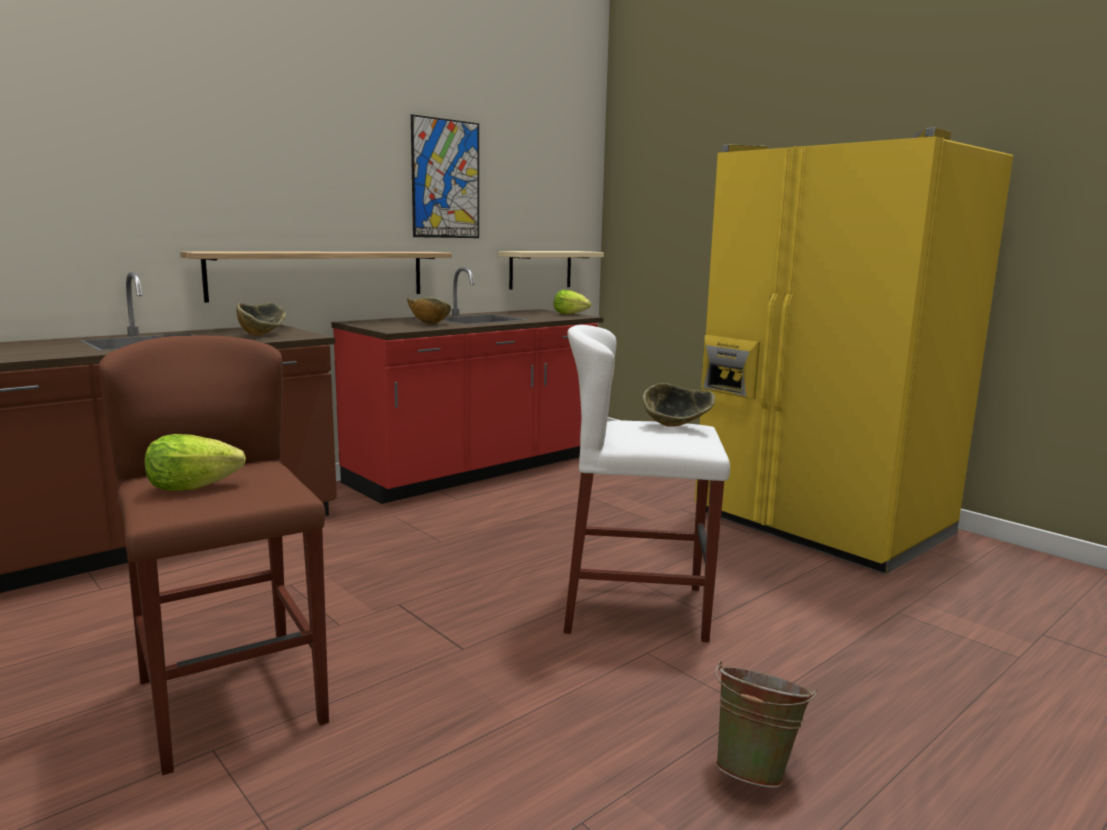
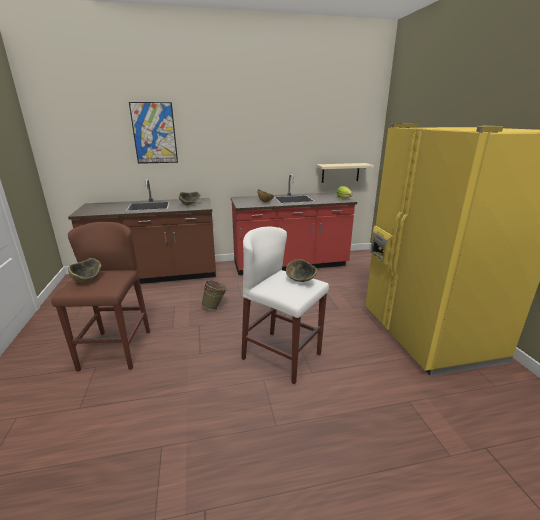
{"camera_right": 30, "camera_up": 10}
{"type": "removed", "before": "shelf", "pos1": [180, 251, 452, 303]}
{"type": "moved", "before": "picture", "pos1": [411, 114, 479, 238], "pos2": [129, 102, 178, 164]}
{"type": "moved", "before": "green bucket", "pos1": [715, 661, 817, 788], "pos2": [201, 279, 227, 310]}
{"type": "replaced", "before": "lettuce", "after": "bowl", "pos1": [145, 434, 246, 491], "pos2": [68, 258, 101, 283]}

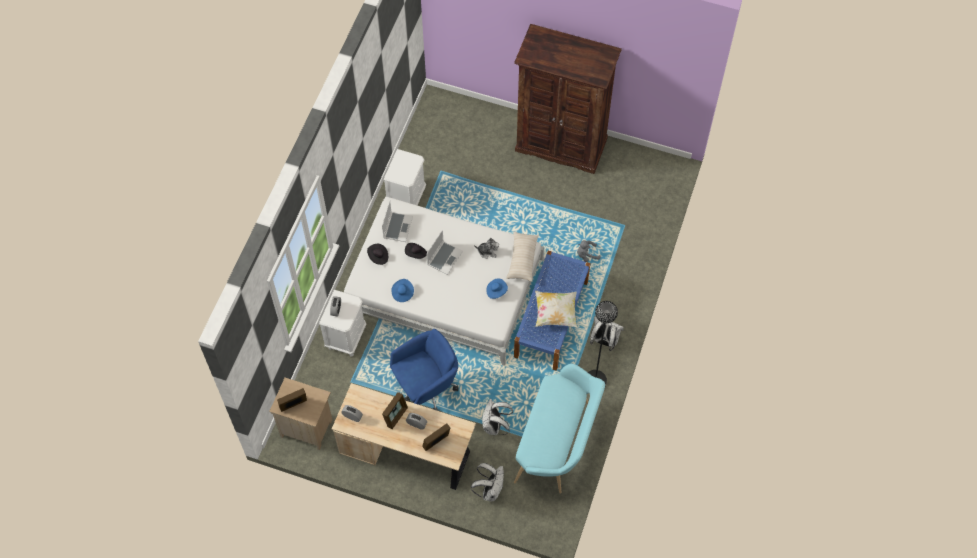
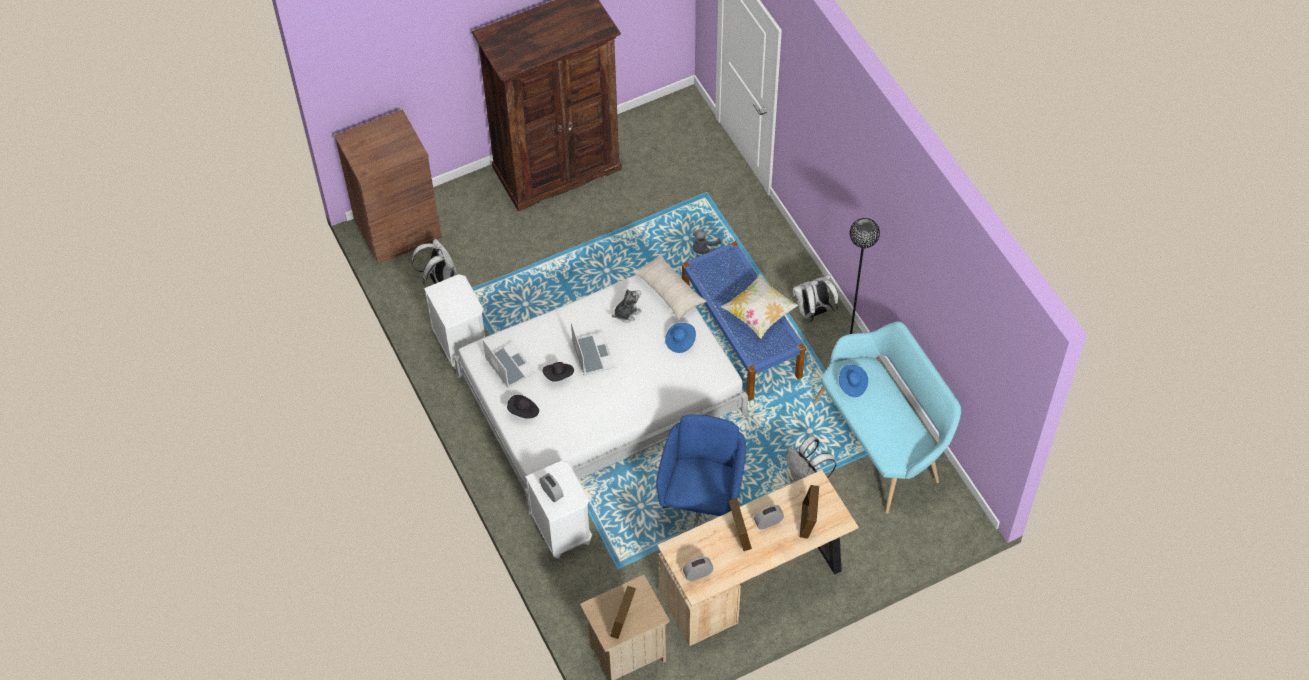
{"camera_right": -45, "camera_up": -5}
{"type": "added", "after": "brown dresser", "pos2": [334, 109, 442, 264]}
{"type": "moved", "before": "blue hat", "pos1": [391, 279, 414, 302], "pos2": [839, 365, 868, 397]}
{"type": "moved", "before": "white backpack", "pos1": [471, 463, 504, 501], "pos2": [412, 239, 457, 285]}

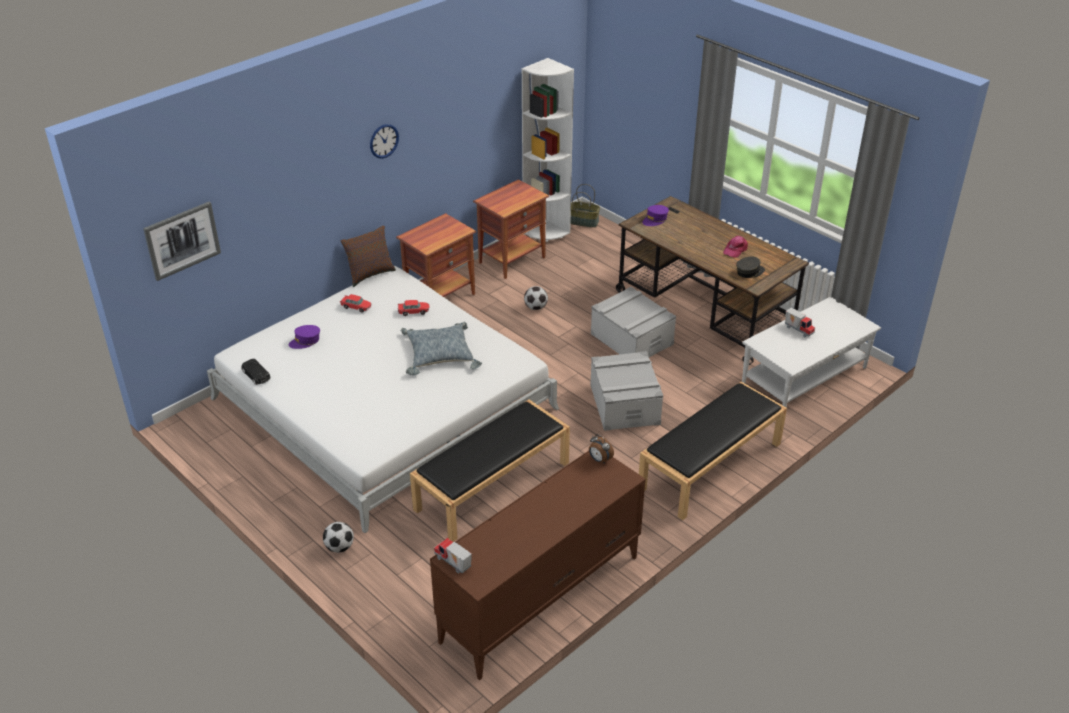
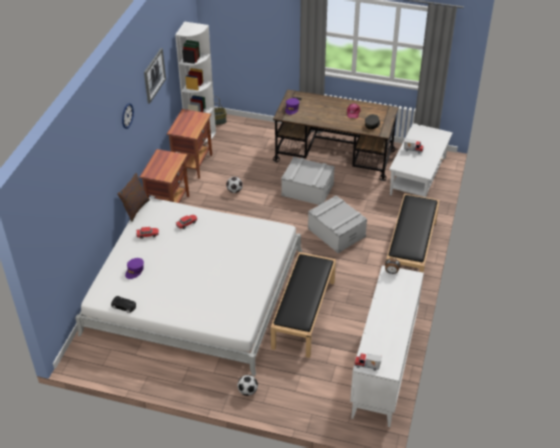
{"camera_right": -30, "camera_up": 5}
{"type": "removed", "before": "pillow", "pos1": [401, 321, 482, 376]}
{"type": "moved", "before": "picture", "pos1": [143, 201, 221, 281], "pos2": [144, 48, 166, 104]}
{"type": "recoloured", "before": "brown dresser", "after": "white dresser", "pos1": [430, 451, 646, 680], "pos2": [350, 265, 424, 427]}

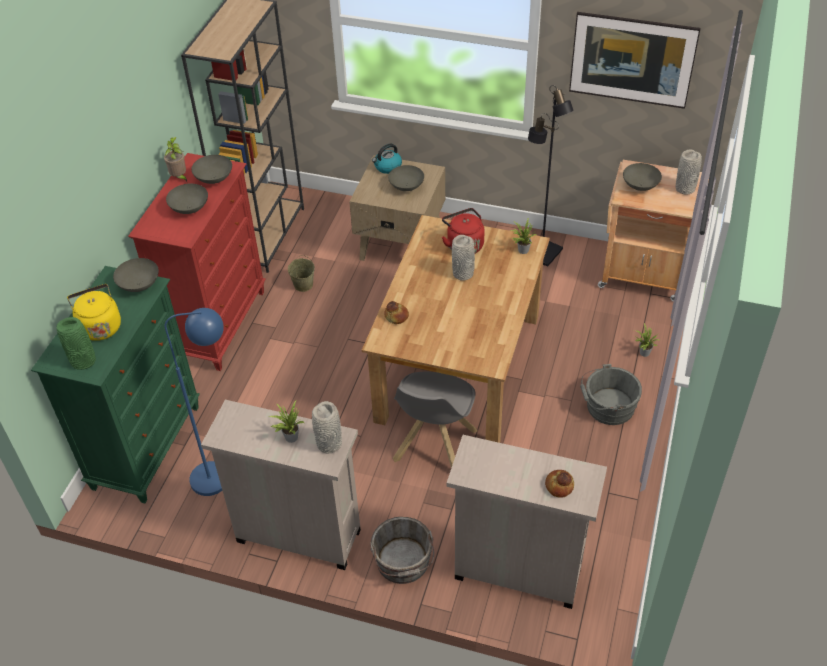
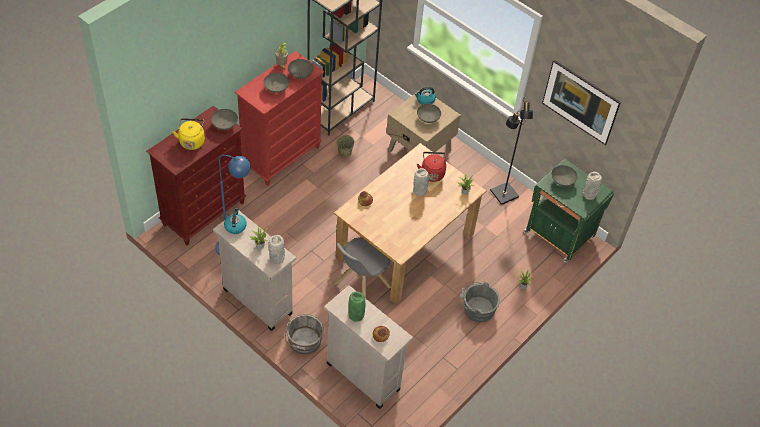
{"camera_right": 20, "camera_up": 5}
{"type": "added", "after": "kettle", "pos2": [224, 208, 246, 234]}
{"type": "moved", "before": "green vase", "pos1": [56, 317, 96, 370], "pos2": [349, 292, 366, 322]}
{"type": "recoloured", "before": "green dresser", "after": "red dresser", "pos1": [31, 266, 200, 503], "pos2": [146, 106, 246, 246]}
{"type": "recoloured", "before": "brown cart", "after": "green cart", "pos1": [598, 160, 709, 302], "pos2": [524, 159, 614, 264]}

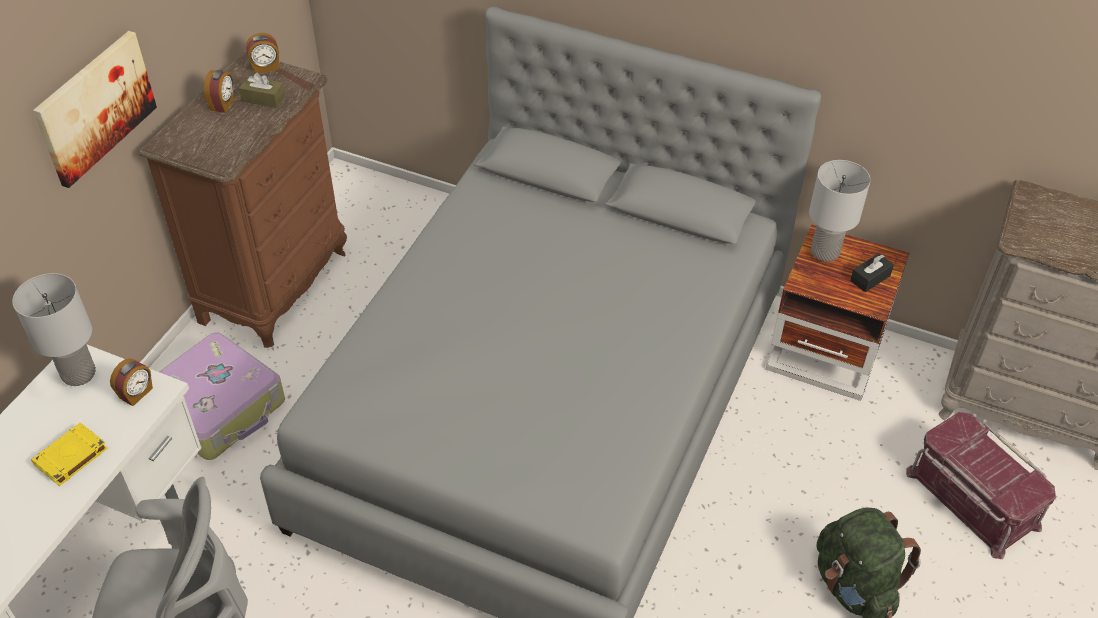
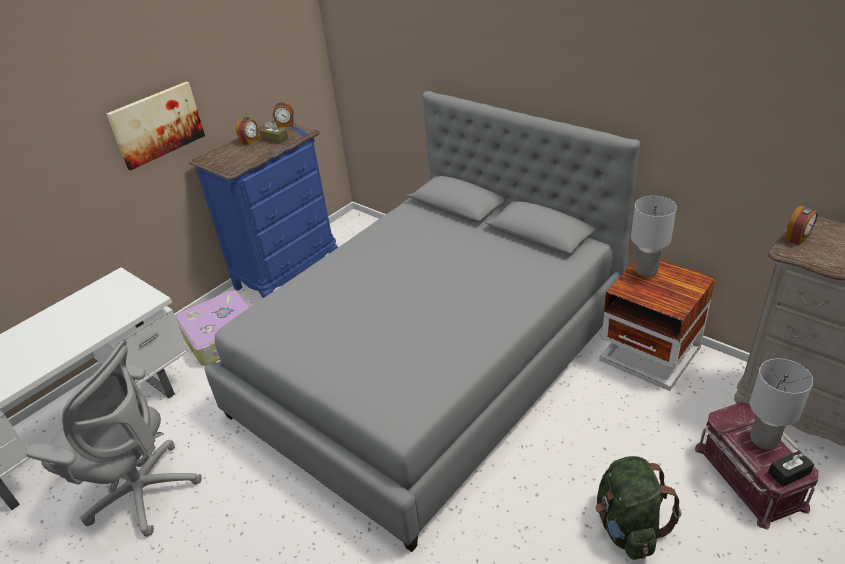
{"camera_right": 20, "camera_up": -10}
{"type": "removed", "before": "yellow book", "pos1": [31, 423, 108, 486]}
{"type": "moved", "before": "grey table lamp", "pos1": [12, 273, 96, 386], "pos2": [750, 359, 813, 449]}
{"type": "moved", "before": "alarm clock", "pos1": [110, 358, 153, 406], "pos2": [785, 205, 818, 245]}
{"type": "moved", "before": "black tissue box", "pos1": [850, 253, 894, 292], "pos2": [768, 451, 814, 487]}
{"type": "recoloured", "before": "brown dresser", "after": "blue dresser", "pos1": [139, 52, 347, 348], "pos2": [189, 120, 338, 298]}

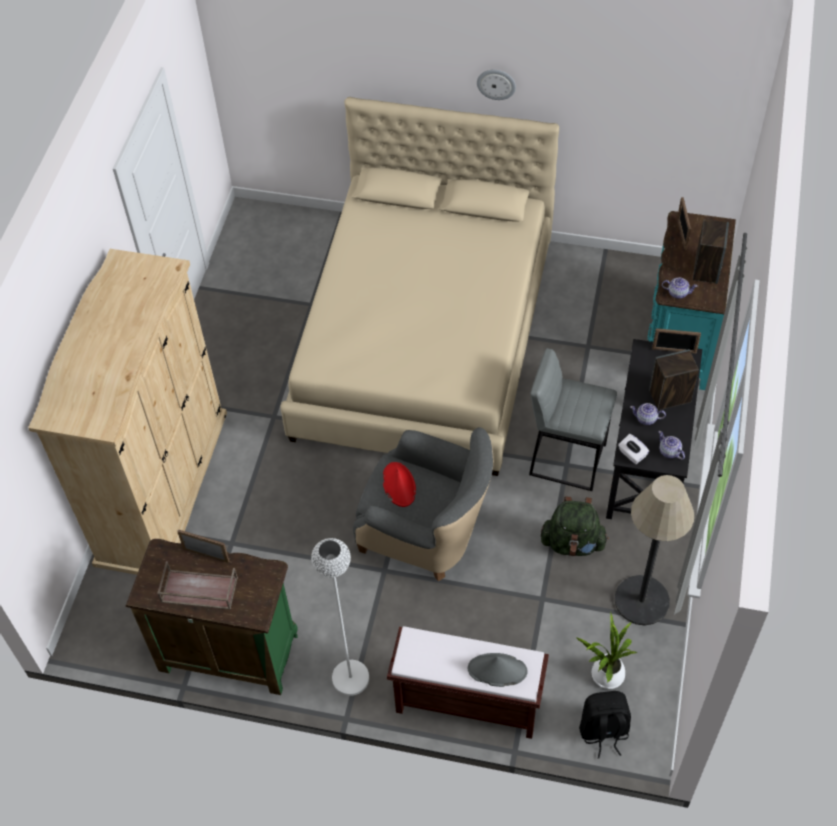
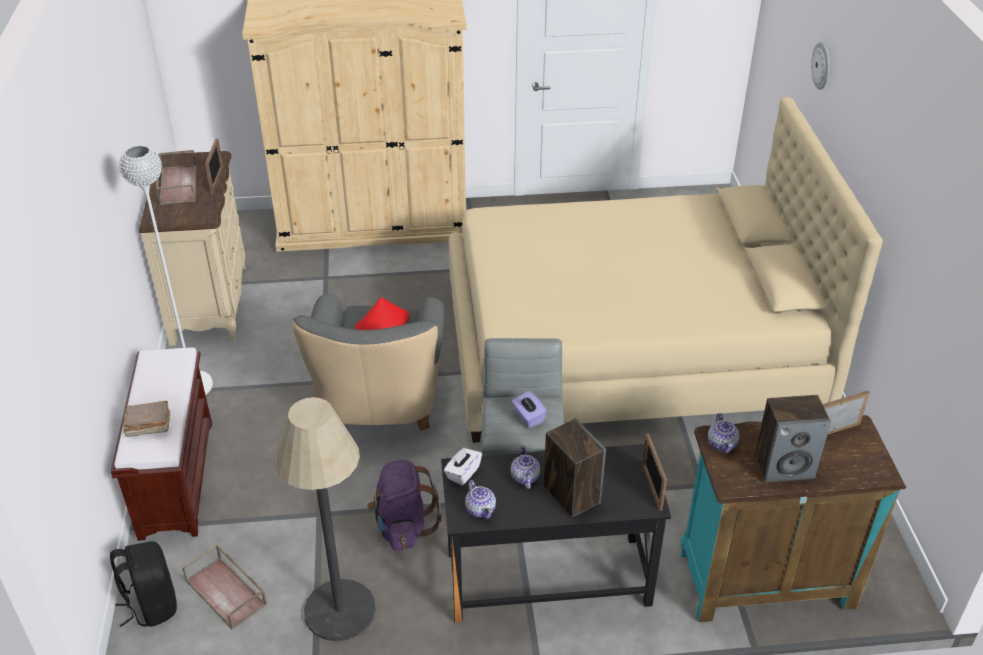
{"camera_right": 70, "camera_up": -15}
{"type": "added", "after": "purple tissue box", "pos2": [512, 391, 547, 428]}
{"type": "moved", "before": "wall clock", "pos1": [477, 70, 516, 100], "pos2": [811, 42, 829, 90]}
{"type": "replaced", "before": "grey hat", "after": "brown book", "pos1": [468, 653, 528, 687], "pos2": [123, 401, 170, 437]}
{"type": "replaced", "before": "potted plant", "after": "brown tray", "pos1": [577, 613, 638, 689], "pos2": [182, 544, 267, 630]}
{"type": "recoloured", "before": "green dresser", "after": "beige dresser", "pos1": [126, 539, 298, 695], "pos2": [139, 151, 246, 346]}
{"type": "recoloured", "before": "green backpack", "after": "purple backpack", "pos1": [541, 497, 609, 556], "pos2": [367, 460, 441, 551]}
{"type": "turned", "before": "teapot", "pos1": [658, 431, 685, 460], "pos2": [465, 480, 496, 519], "turn": 120}

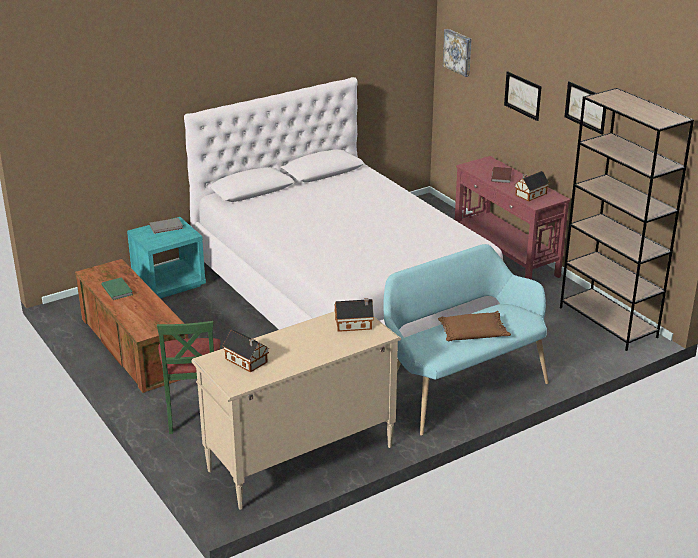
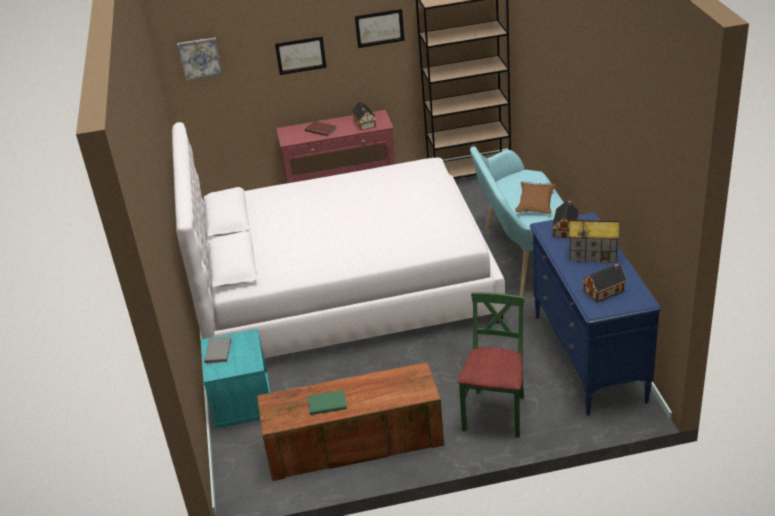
{"camera_right": -65, "camera_up": 5}
{"type": "added", "after": "toy house", "pos2": [569, 219, 620, 263]}
{"type": "recoloured", "before": "beige dresser", "after": "blue dresser", "pos1": [191, 311, 401, 510], "pos2": [530, 212, 661, 416]}
{"type": "turned", "before": "green chair", "pos1": [157, 321, 221, 434], "pos2": [457, 292, 525, 438], "turn": -90}

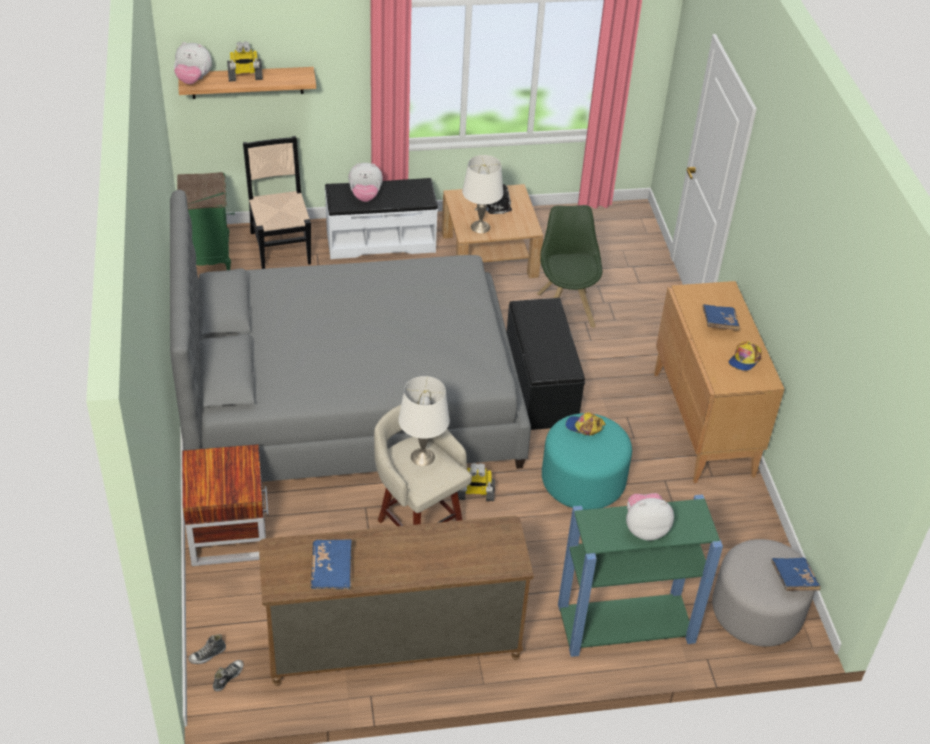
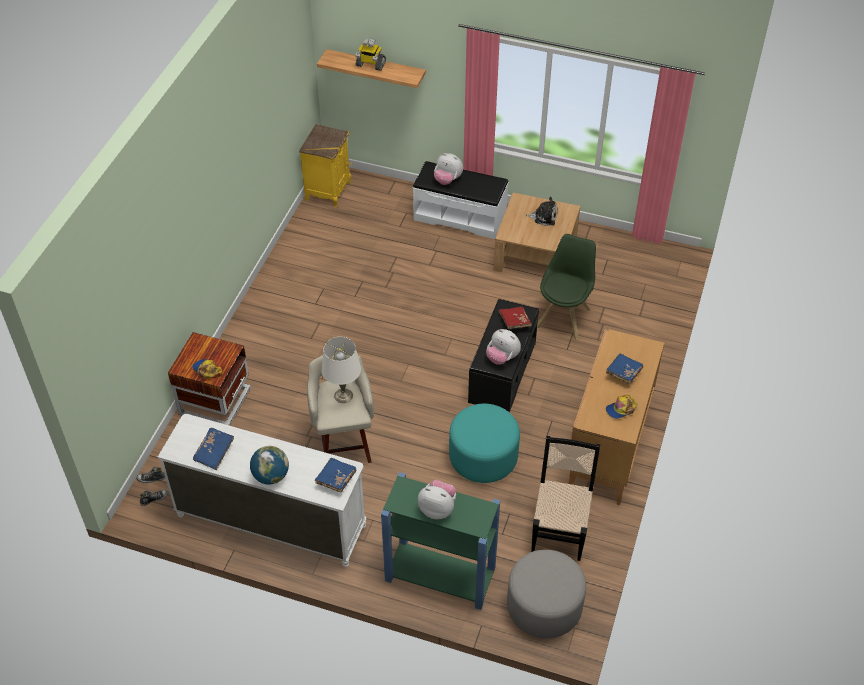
{"camera_right": 30, "camera_up": 5}
{"type": "removed", "before": "grey bed", "pos1": [170, 189, 531, 482]}
{"type": "removed", "before": "toy robot", "pos1": [457, 463, 495, 501]}
{"type": "removed", "before": "white table lamp", "pos1": [462, 155, 503, 233]}
{"type": "added", "after": "globe", "pos2": [250, 446, 289, 485]}
{"type": "added", "after": "red book", "pos2": [499, 307, 532, 330]}
{"type": "moved", "before": "plush toy", "pos1": [174, 42, 212, 84], "pos2": [486, 329, 521, 365]}
{"type": "moved", "before": "chair", "pos1": [243, 136, 311, 269], "pos2": [531, 436, 600, 561]}
{"type": "moved", "before": "cap", "pos1": [565, 412, 606, 435], "pos2": [192, 359, 222, 378]}
{"type": "moved", "before": "blue book", "pos1": [771, 558, 821, 591], "pos2": [315, 458, 357, 493]}
{"type": "recoloured", "before": "green nightstand", "after": "yellow nightstand", "pos1": [177, 172, 235, 270], "pos2": [299, 124, 353, 208]}
{"type": "recoloured", "before": "brown dresser", "after": "white dresser", "pos1": [259, 516, 534, 686], "pos2": [158, 414, 366, 567]}

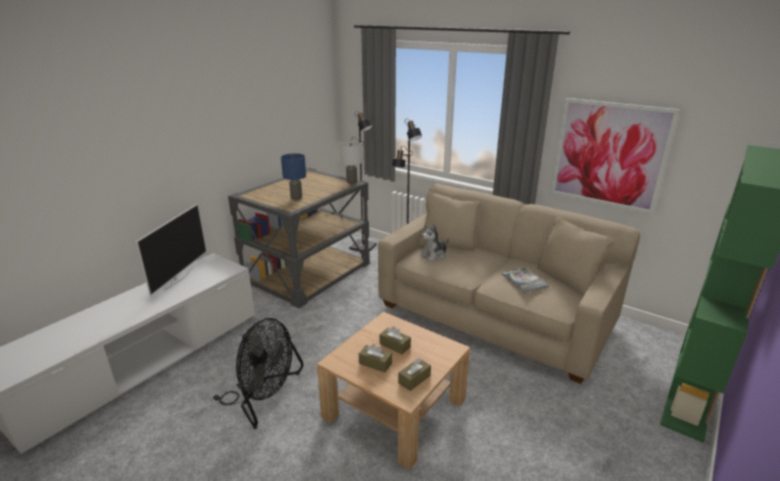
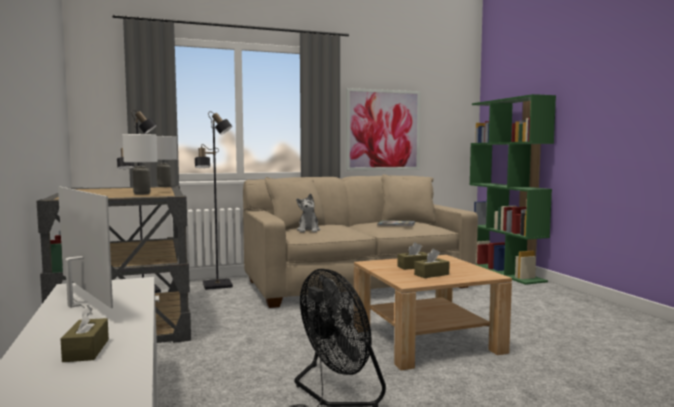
{"camera_right": -55, "camera_up": -20}
{"type": "moved", "before": "brown tissue box", "pos1": [398, 358, 431, 391], "pos2": [61, 305, 109, 362]}
{"type": "recoloured", "before": "blue table lamp", "after": "white table lamp", "pos1": [281, 153, 306, 200], "pos2": [122, 133, 157, 195]}

